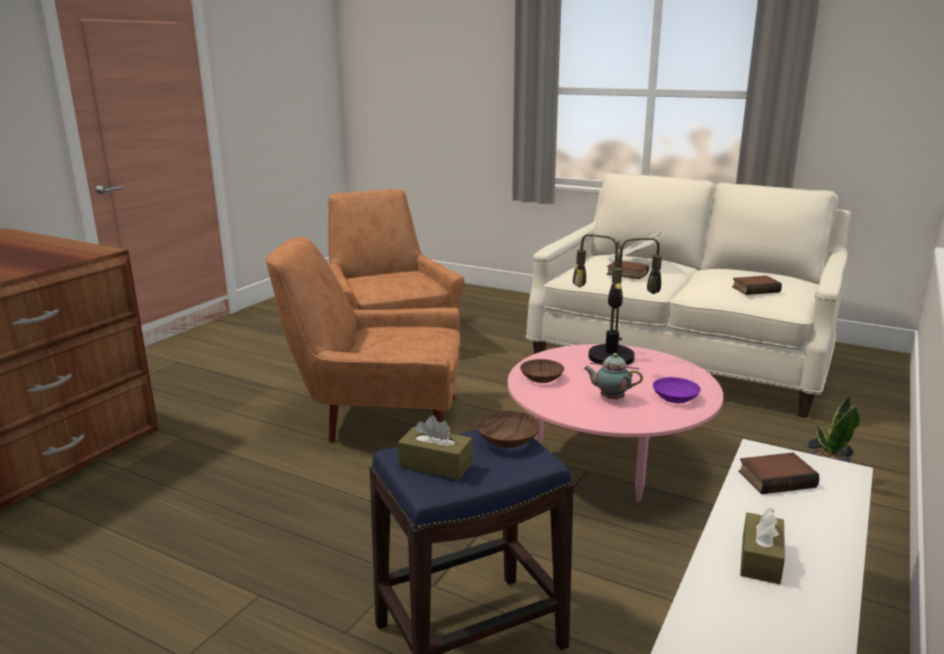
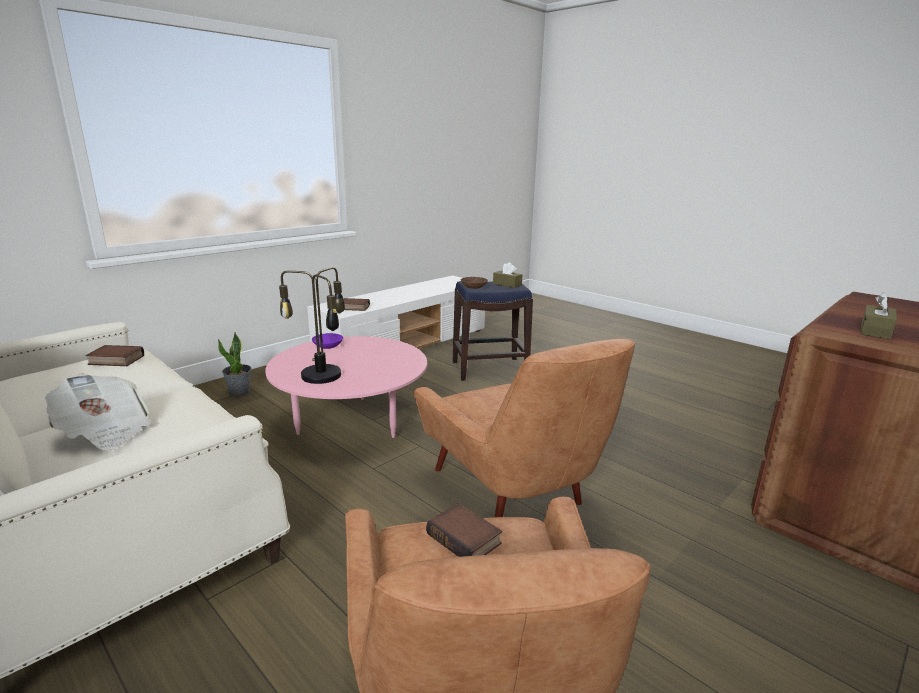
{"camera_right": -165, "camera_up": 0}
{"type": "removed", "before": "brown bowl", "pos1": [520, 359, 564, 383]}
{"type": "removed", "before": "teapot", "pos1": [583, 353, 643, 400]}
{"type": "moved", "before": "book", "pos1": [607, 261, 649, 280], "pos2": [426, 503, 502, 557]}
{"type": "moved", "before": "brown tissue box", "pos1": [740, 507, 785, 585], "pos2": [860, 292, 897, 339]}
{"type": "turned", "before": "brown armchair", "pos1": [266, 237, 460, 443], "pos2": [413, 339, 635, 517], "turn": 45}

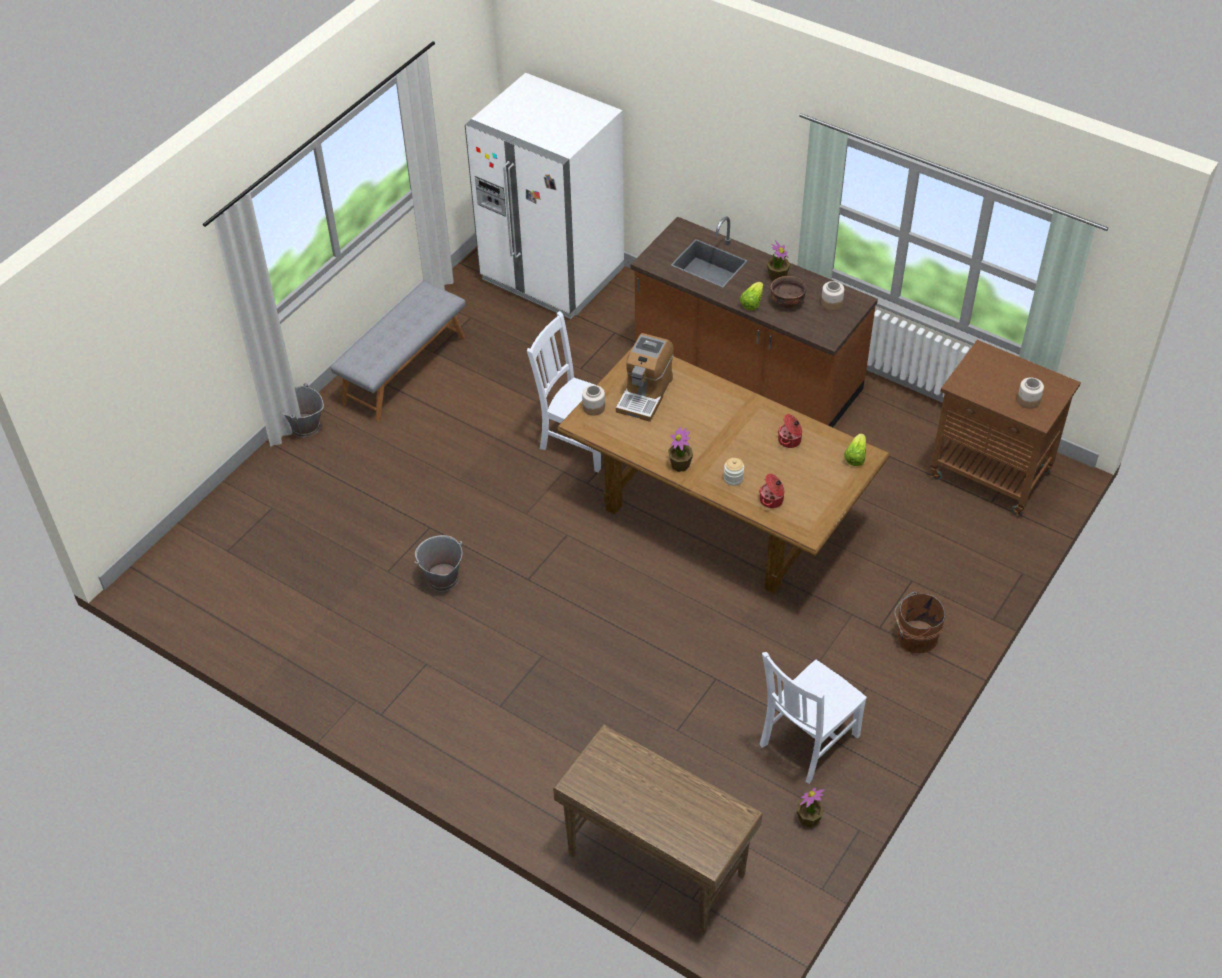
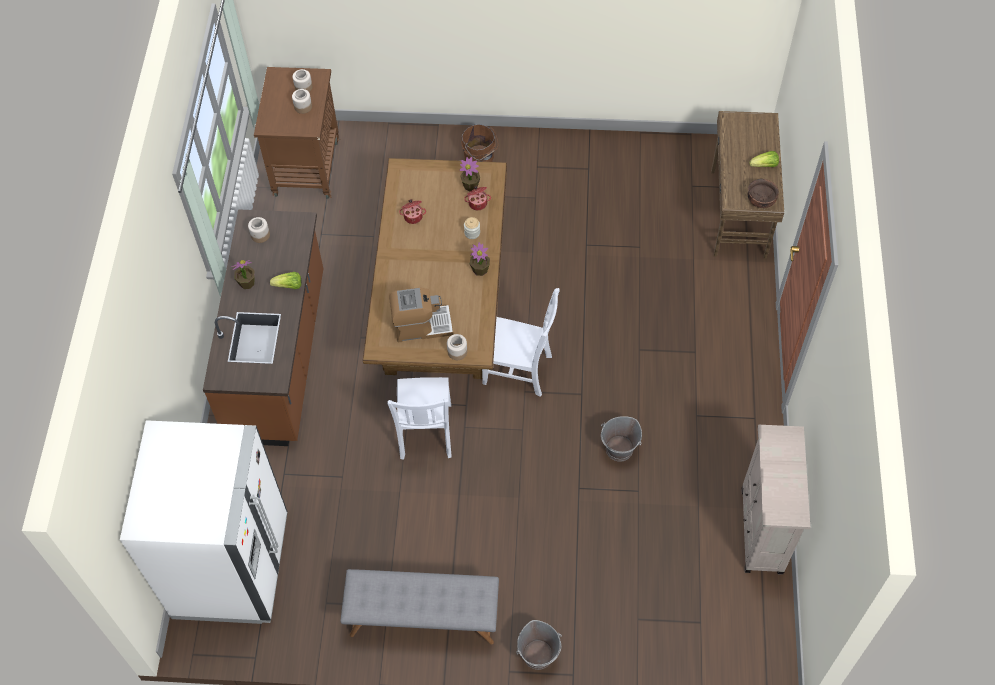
{"camera_right": -120, "camera_up": 10}
{"type": "added", "after": "jar", "pos2": [292, 89, 312, 114]}
{"type": "added", "after": "beige cabinet", "pos2": [741, 425, 810, 575]}
{"type": "moved", "before": "white chair", "pos1": [760, 652, 867, 784], "pos2": [482, 288, 560, 397]}
{"type": "moved", "before": "brown bowl", "pos1": [771, 276, 807, 308], "pos2": [748, 179, 779, 208]}
{"type": "moved", "before": "potted plant", "pos1": [797, 787, 825, 828], "pos2": [460, 157, 480, 191]}
{"type": "moved", "before": "lettuce", "pos1": [844, 434, 866, 466], "pos2": [749, 151, 779, 167]}

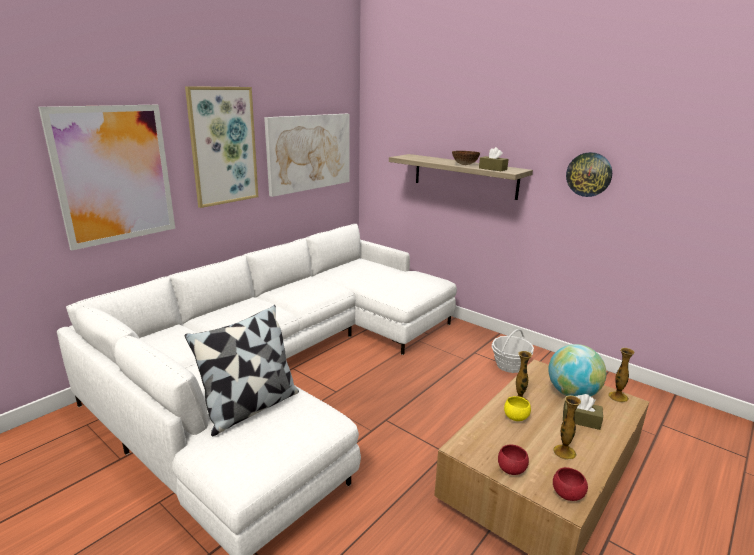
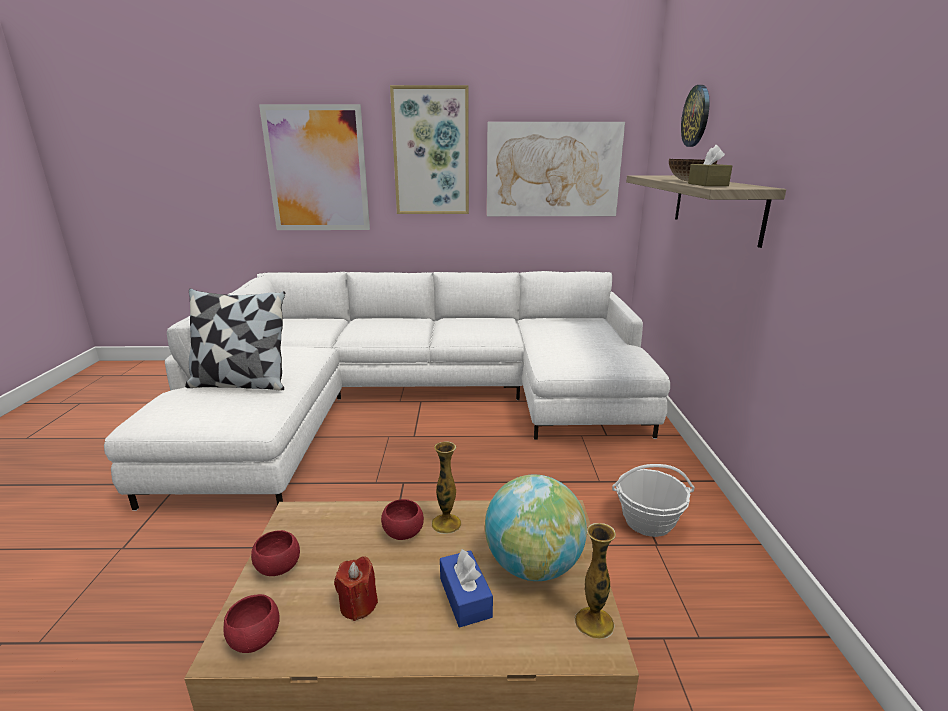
{"camera_right": 50, "camera_up": 0}
{"type": "moved", "before": "wall clock", "pos1": [566, 152, 612, 197], "pos2": [681, 85, 710, 147]}
{"type": "replaced", "before": "vase", "after": "red candle", "pos1": [553, 395, 581, 460], "pos2": [334, 556, 378, 621]}
{"type": "recoloured", "before": "yellow bowl", "after": "red bowl", "pos1": [504, 396, 531, 421], "pos2": [381, 499, 424, 540]}
{"type": "recoloured", "before": "brown tissue box", "after": "blue tissue box", "pos1": [563, 394, 603, 430], "pos2": [440, 549, 493, 628]}

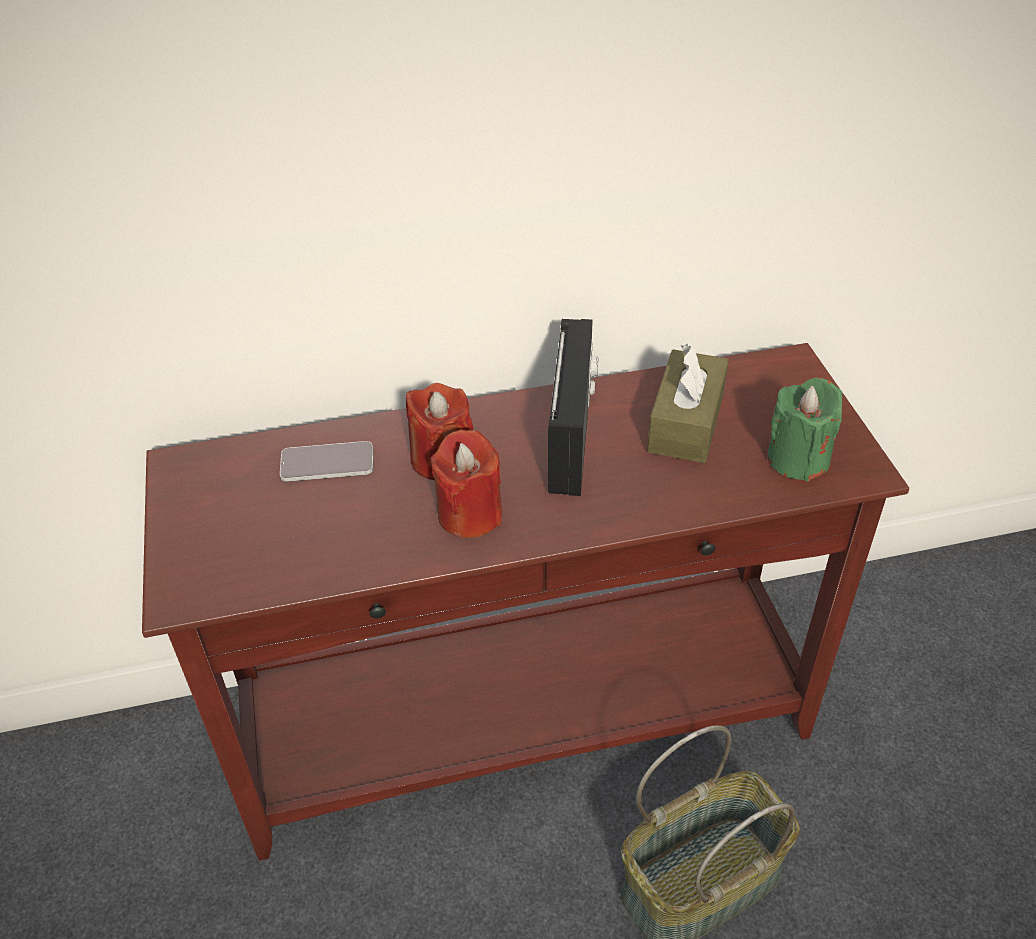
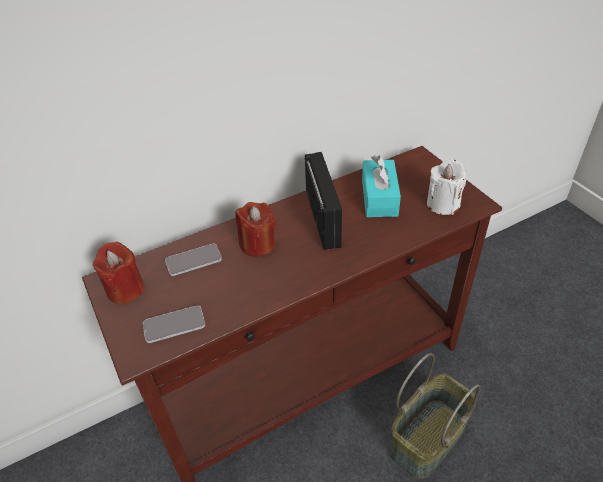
{"camera_right": -15, "camera_up": 0}
{"type": "added", "after": "phone", "pos2": [143, 305, 205, 343]}
{"type": "moved", "before": "red candle", "pos1": [430, 430, 503, 538], "pos2": [92, 242, 145, 304]}
{"type": "recoloured", "before": "brown tissue box", "after": "turquoise tissue box", "pos1": [647, 344, 729, 463], "pos2": [362, 155, 401, 217]}
{"type": "recoloured", "before": "green candle", "after": "white candle", "pos1": [767, 378, 842, 482], "pos2": [427, 159, 467, 215]}

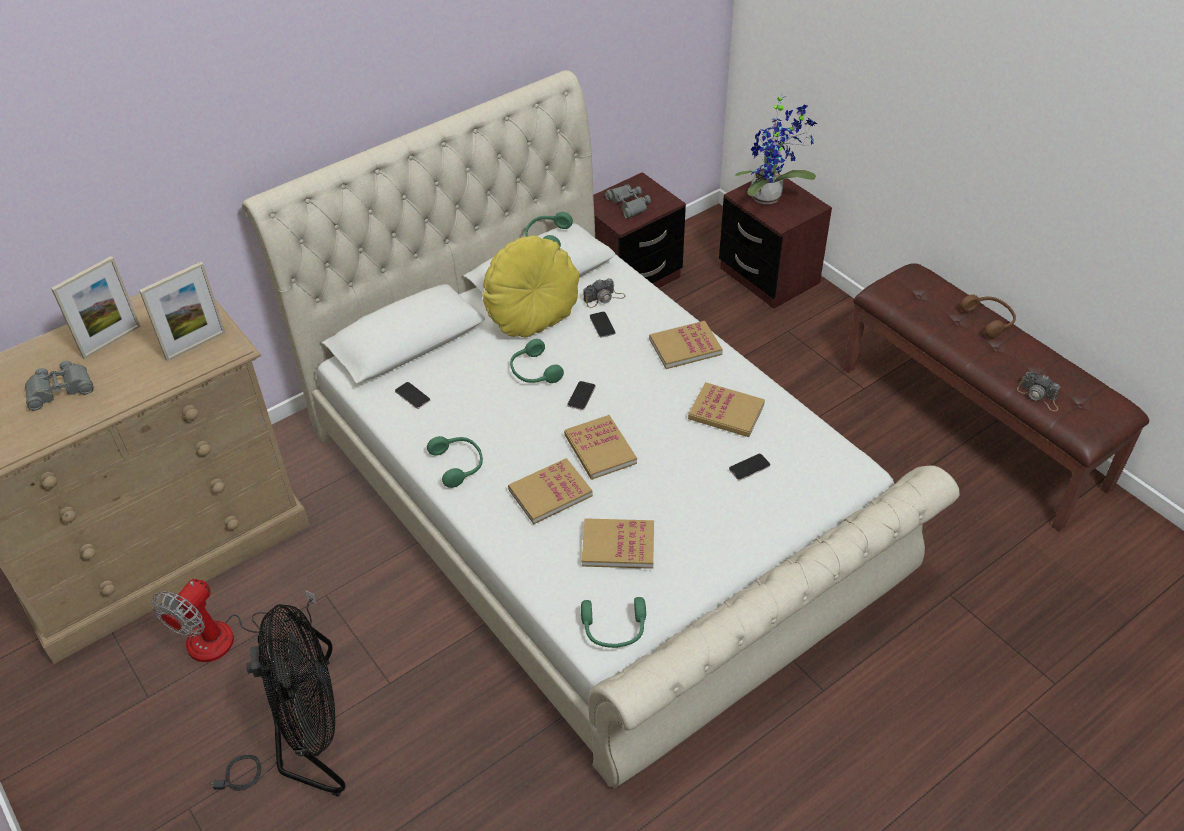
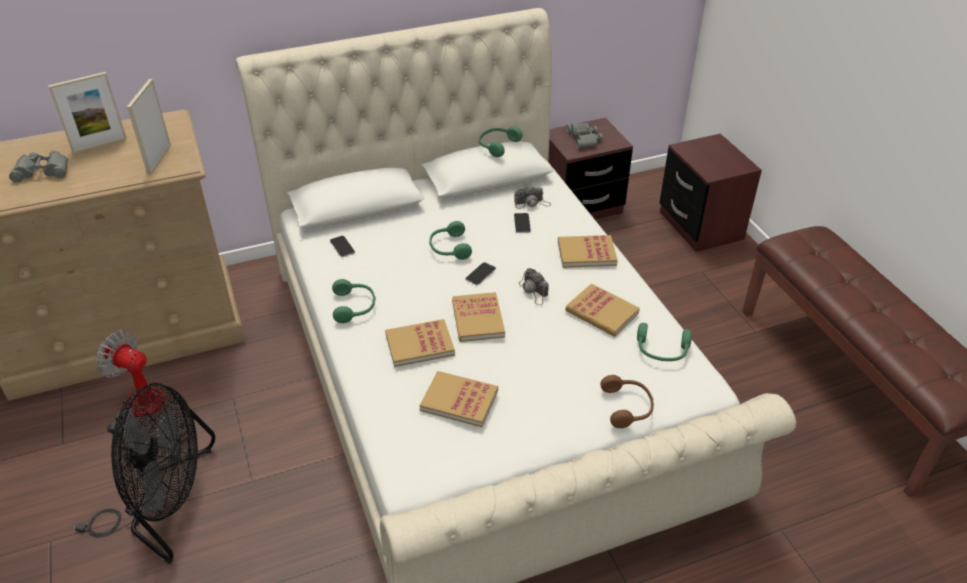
{"camera_right": 15, "camera_up": -5}
{"type": "removed", "before": "yellow pillow", "pos1": [482, 236, 579, 337]}
{"type": "removed", "before": "phone", "pos1": [729, 454, 771, 480]}
{"type": "removed", "before": "potted plant", "pos1": [735, 93, 817, 205]}
{"type": "moved", "before": "green headphones", "pos1": [581, 597, 646, 648], "pos2": [637, 323, 692, 361]}
{"type": "moved", "before": "brown headphones", "pos1": [960, 295, 1016, 338], "pos2": [601, 375, 654, 428]}
{"type": "moved", "before": "photo camera", "pos1": [1017, 372, 1061, 411], "pos2": [519, 268, 549, 305]}
{"type": "turned", "before": "picture frame", "pos1": [139, 262, 226, 361], "pos2": [127, 79, 171, 175], "turn": 120}
{"type": "turned", "before": "fan", "pos1": [152, 579, 318, 662], "pos2": [95, 330, 168, 467], "turn": 75}

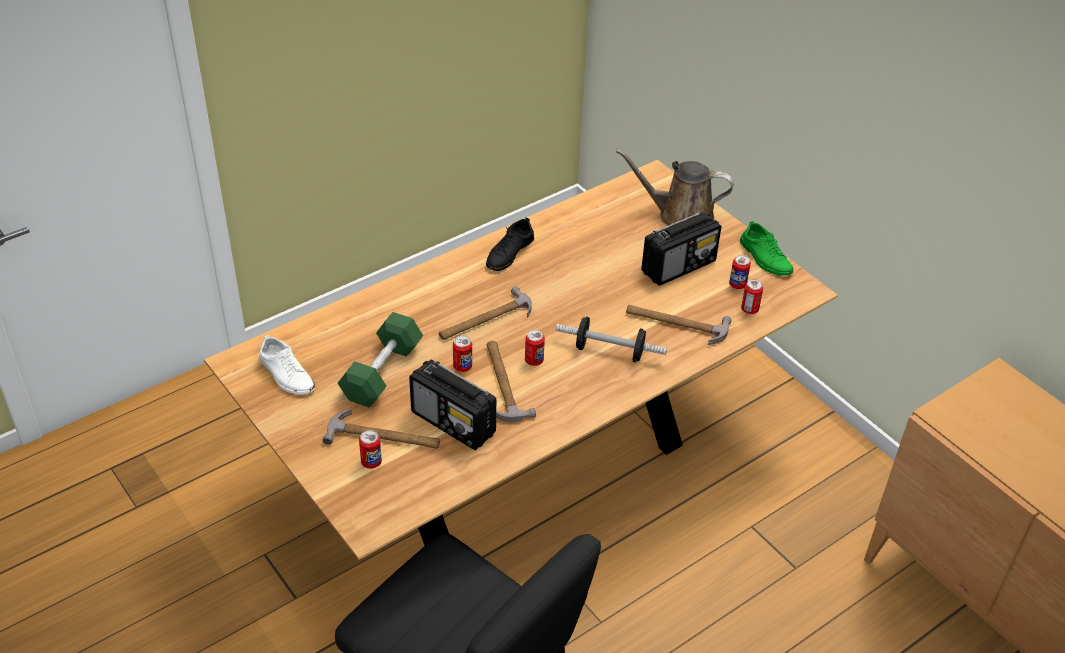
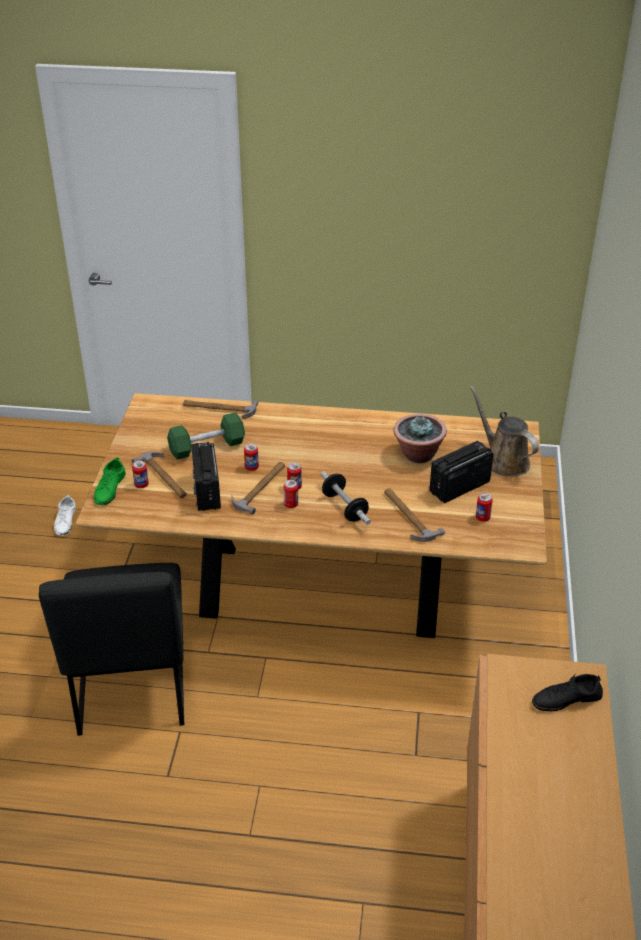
{"camera_right": 45, "camera_up": -5}
{"type": "added", "after": "potted plant", "pos2": [393, 414, 447, 463]}
{"type": "moved", "before": "white shoe", "pos1": [259, 335, 315, 395], "pos2": [54, 495, 76, 536]}
{"type": "moved", "before": "hammer", "pos1": [439, 286, 532, 340], "pos2": [183, 400, 258, 419]}
{"type": "moved", "before": "black shoe", "pos1": [486, 217, 534, 271], "pos2": [532, 674, 603, 712]}
{"type": "moved", "before": "green shoe", "pos1": [740, 221, 793, 276], "pos2": [94, 457, 126, 505]}
{"type": "moved", "before": "can", "pos1": [741, 279, 763, 314], "pos2": [283, 480, 298, 508]}
{"type": "turned", "before": "radio", "pos1": [641, 212, 721, 286], "pos2": [429, 441, 493, 503], "turn": 135}

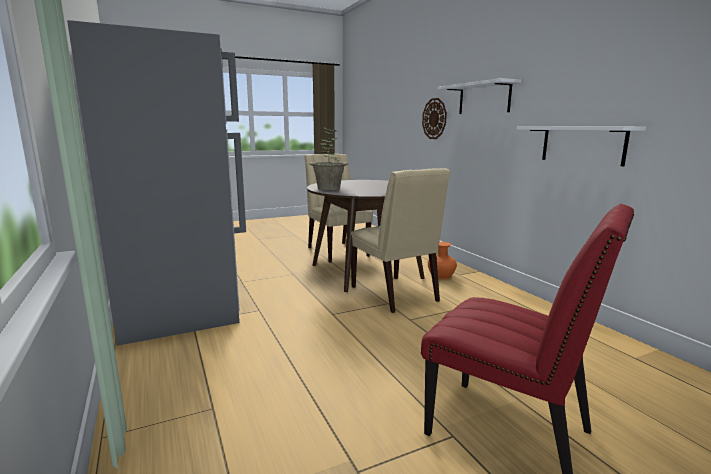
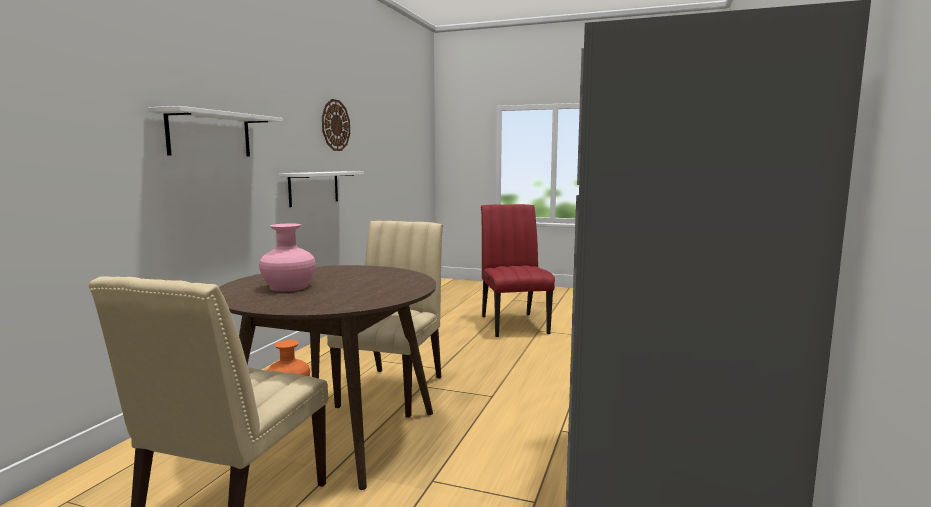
{"camera_right": -135, "camera_up": -5}
{"type": "removed", "before": "potted plant", "pos1": [309, 128, 348, 190]}
{"type": "added", "after": "pink vase", "pos2": [259, 224, 316, 291]}
{"type": "moved", "before": "wall clock", "pos1": [422, 98, 447, 139], "pos2": [322, 99, 350, 151]}

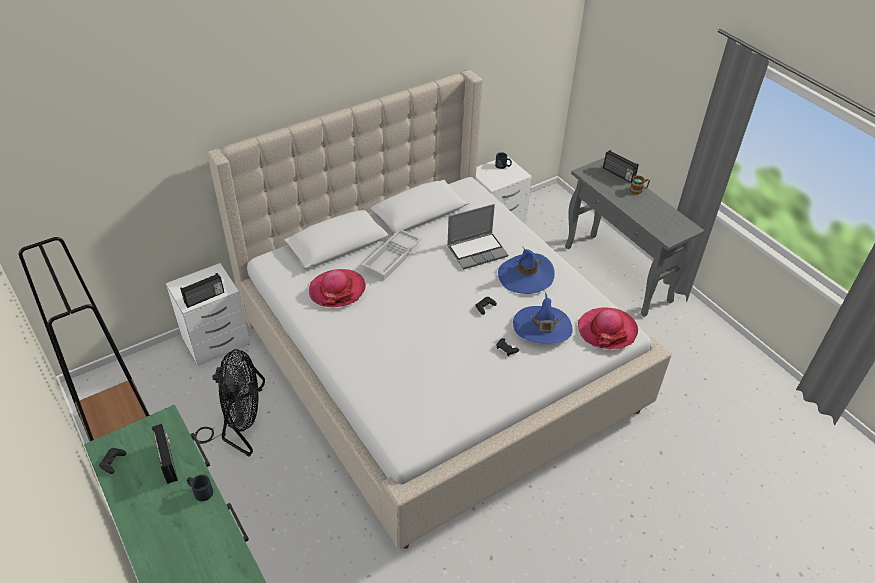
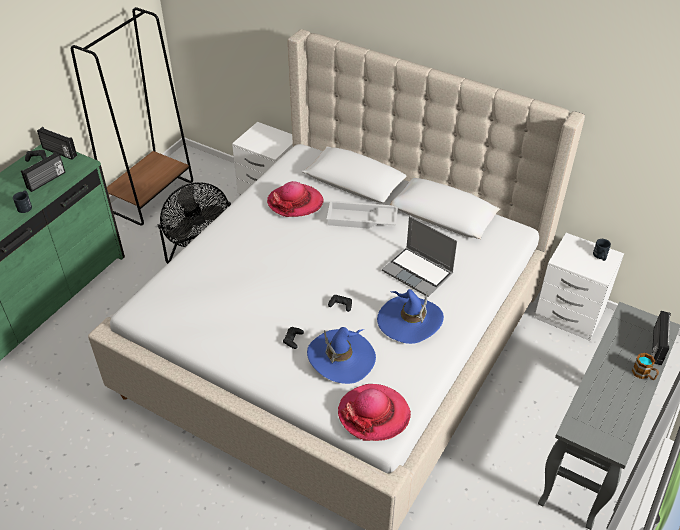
{"camera_right": 65, "camera_up": 0}
{"type": "moved", "before": "radio", "pos1": [180, 273, 224, 308], "pos2": [37, 127, 77, 160]}

